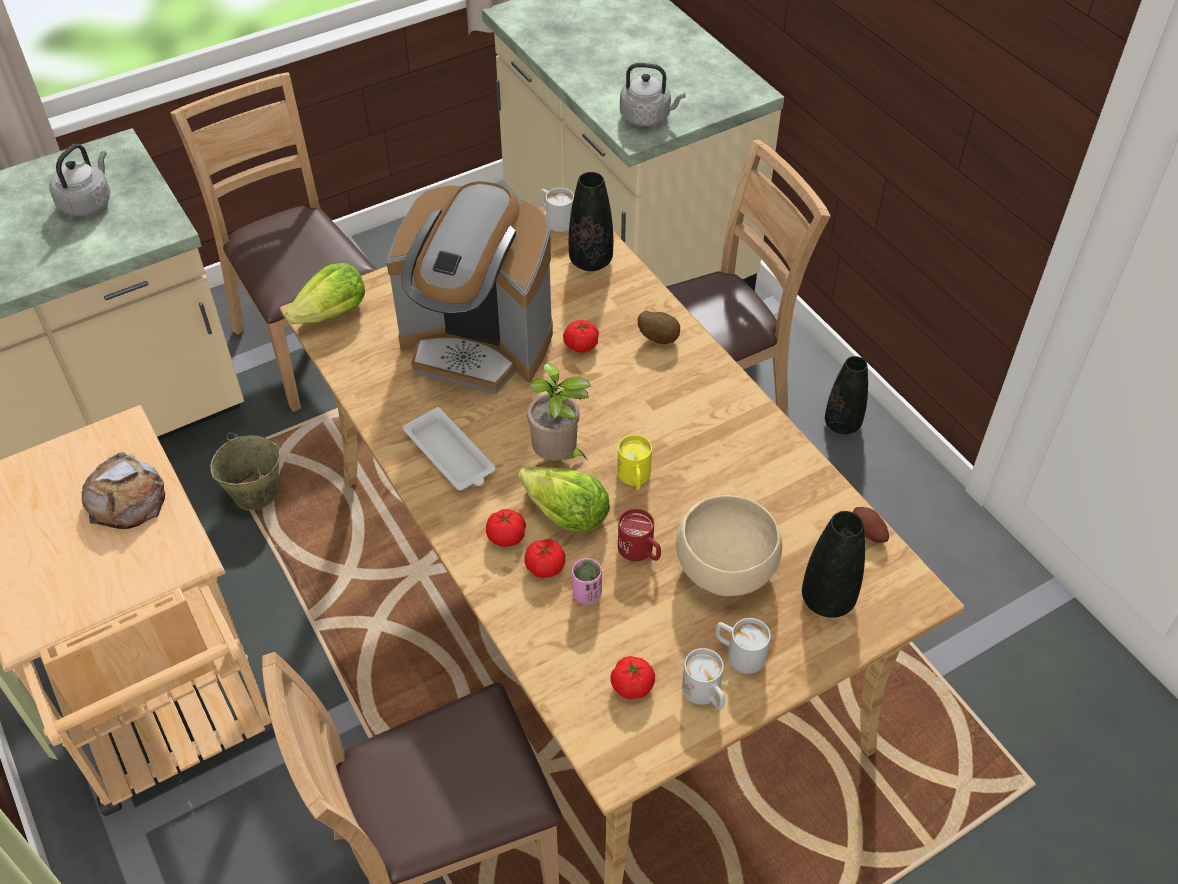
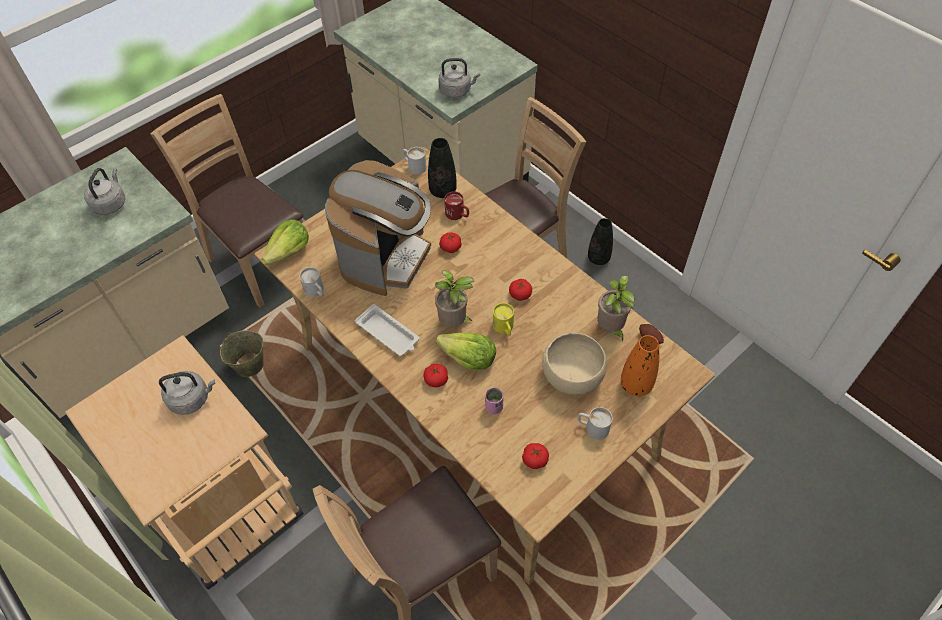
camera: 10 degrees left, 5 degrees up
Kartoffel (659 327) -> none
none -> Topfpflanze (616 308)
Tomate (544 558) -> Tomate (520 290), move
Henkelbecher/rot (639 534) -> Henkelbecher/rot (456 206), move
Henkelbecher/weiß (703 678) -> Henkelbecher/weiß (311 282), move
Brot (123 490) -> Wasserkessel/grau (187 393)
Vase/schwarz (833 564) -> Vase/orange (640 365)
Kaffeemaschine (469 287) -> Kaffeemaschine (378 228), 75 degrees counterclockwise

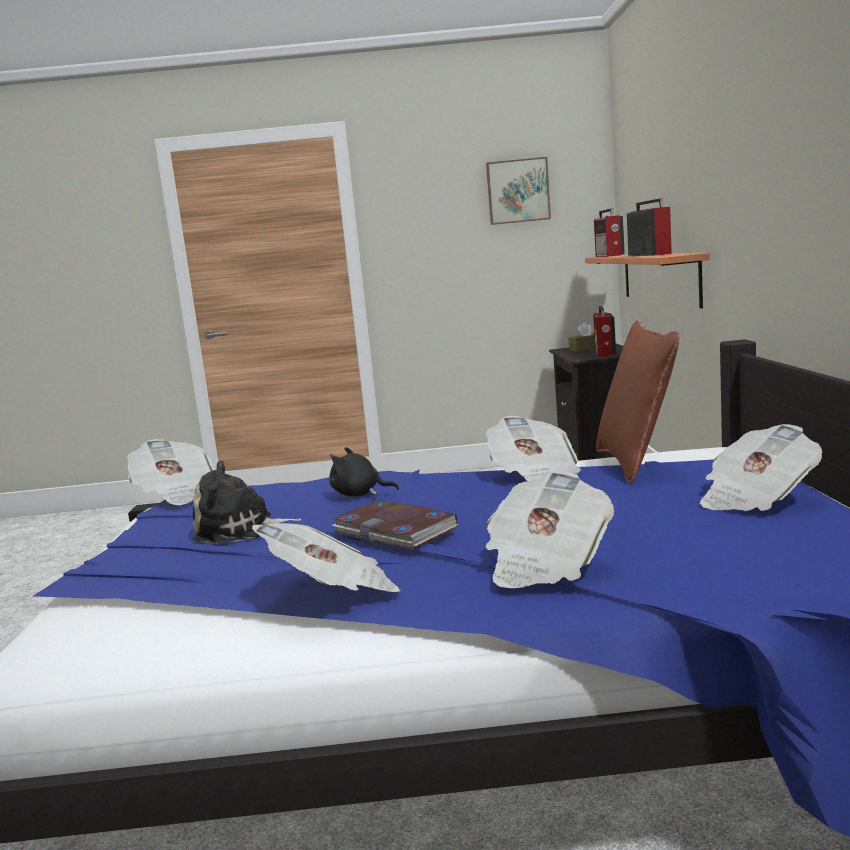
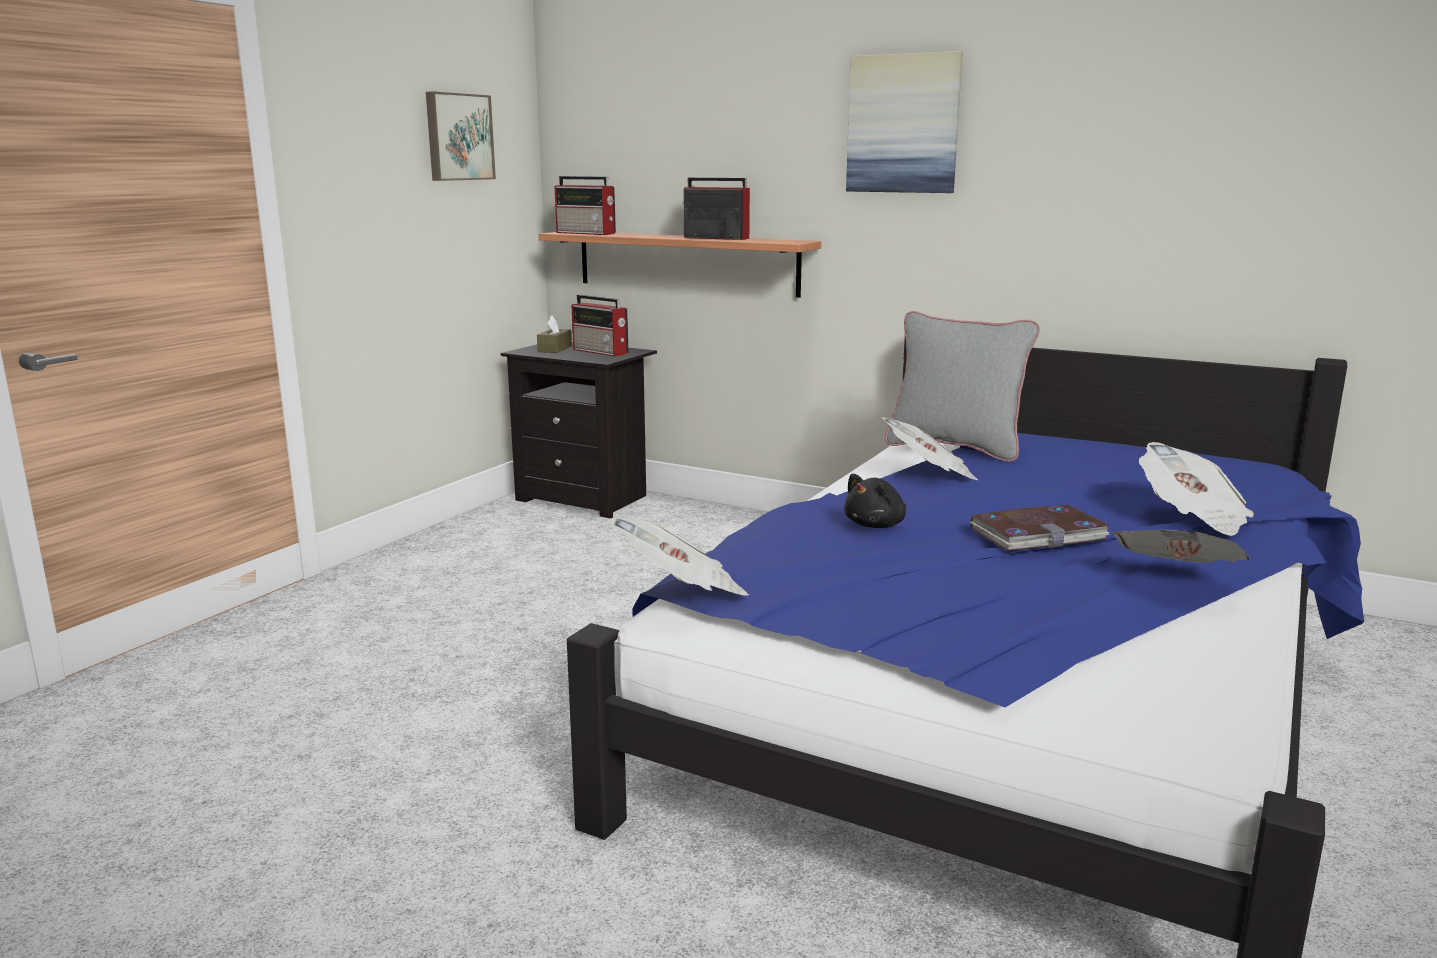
camera: 60 degrees left, 5 degrees up
Plüschtier (246 502) -> none
Zeitung (761 467) -> none
none -> Bild (904 122)
Kissen/braun (638 401) -> Kissen/grau (962 386)

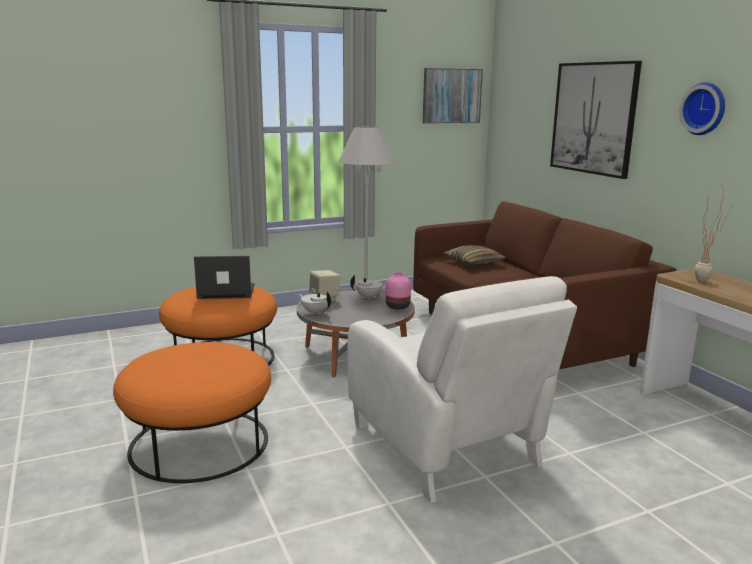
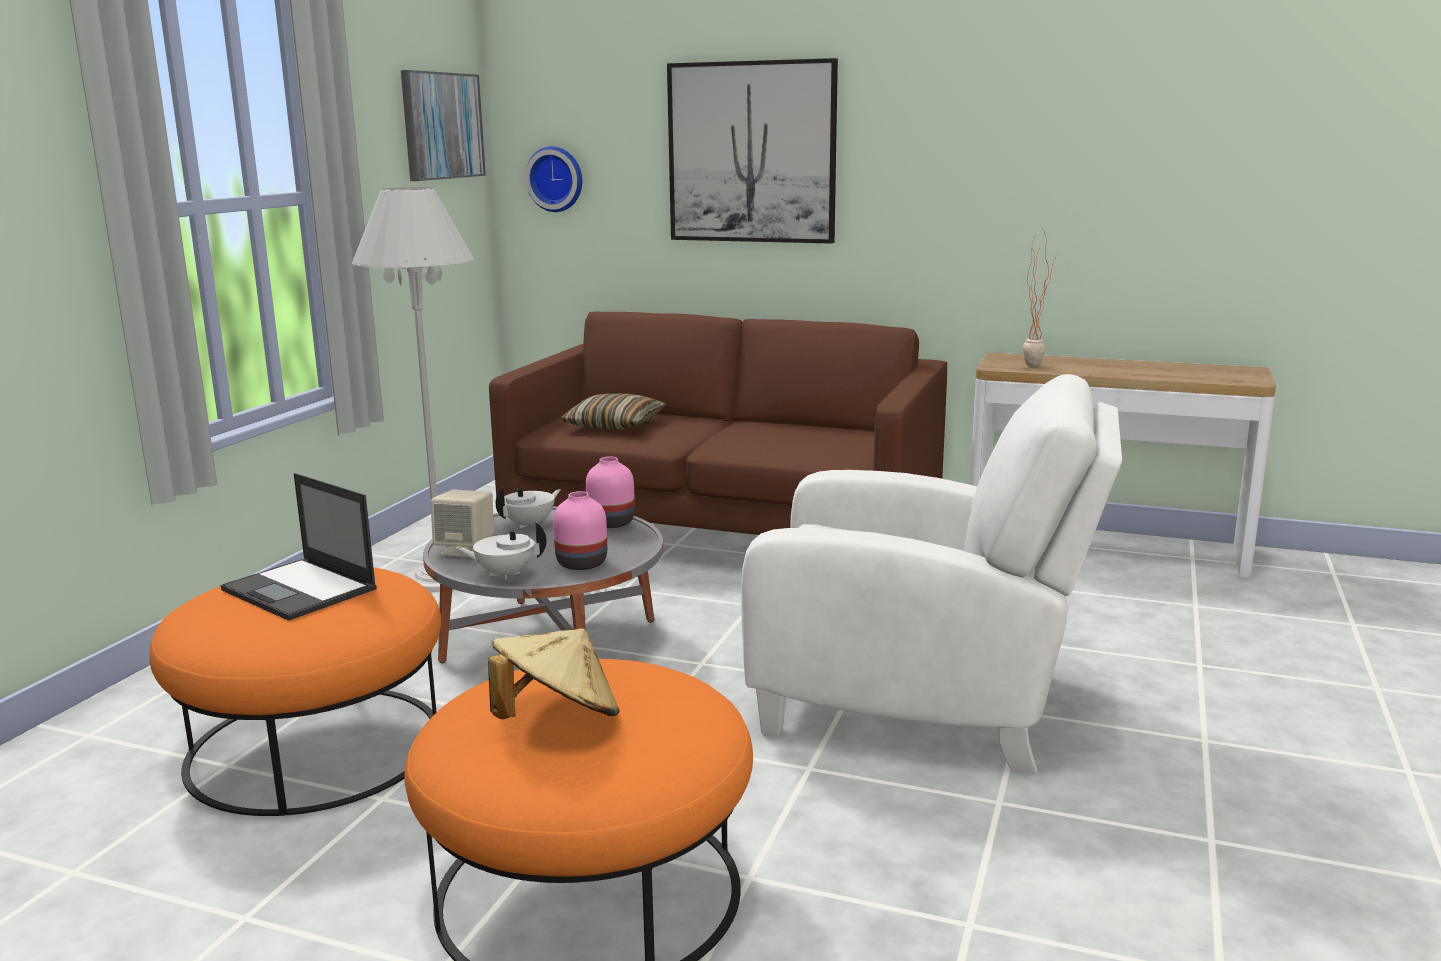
camera: 45 degrees left, 0 degrees up
none -> Hut/beige (554 674)
none -> Vase/rosa (580 530)
Wanduhr (702 108) -> Wanduhr (553 179), move
Laptop (224 277) -> Laptop (299 547), 90 degrees counterclockwise

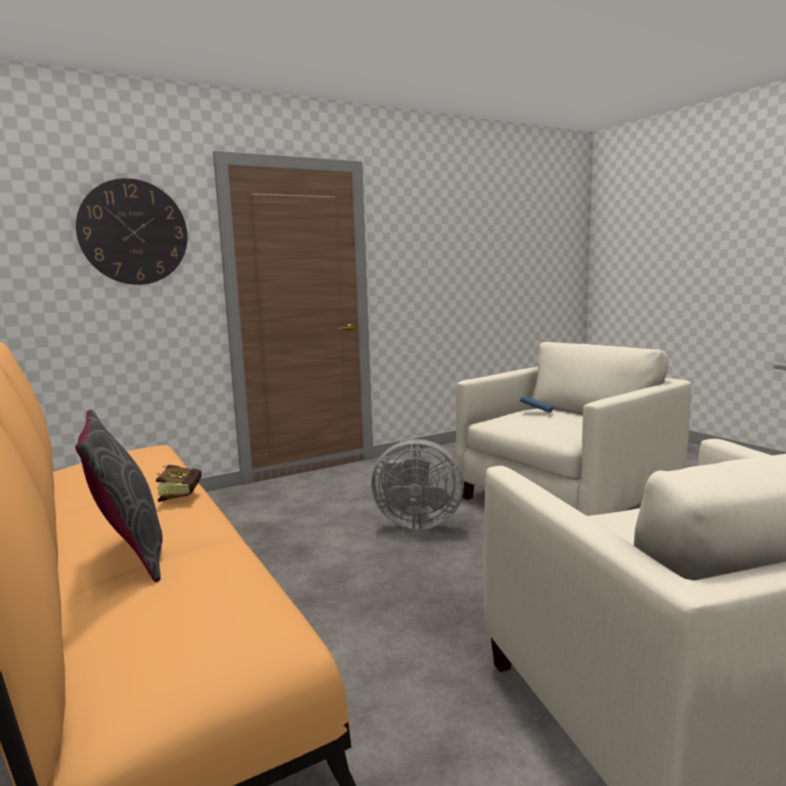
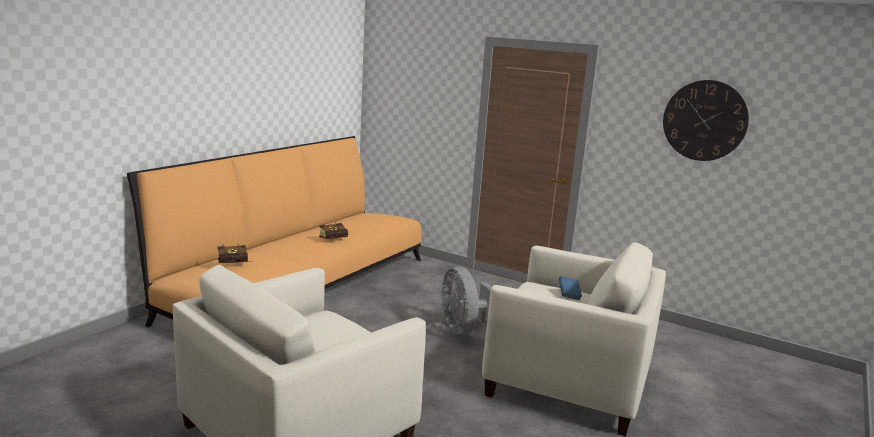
camera: 60 degrees right, 5 degrees up
Kissen/grau (119 496) -> none
none -> Buch (234 253)
Wanduhr (131 231) -> Wanduhr (706 120), move

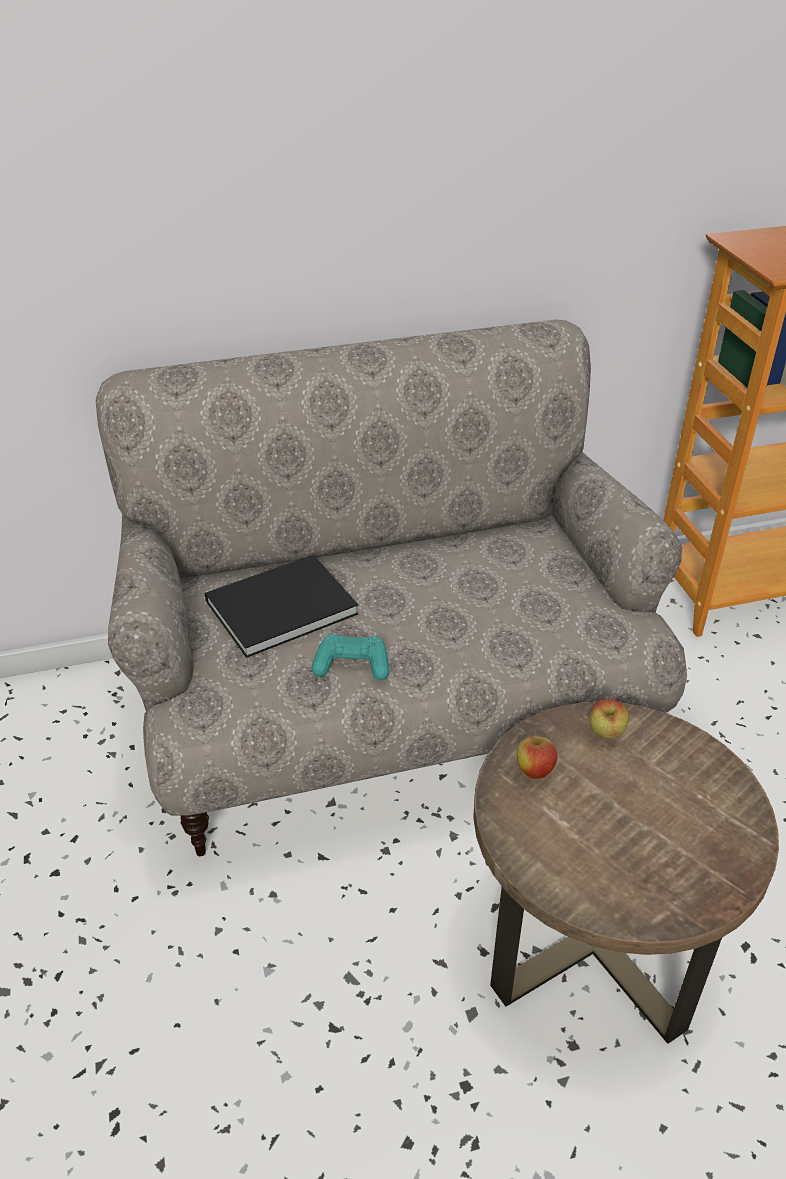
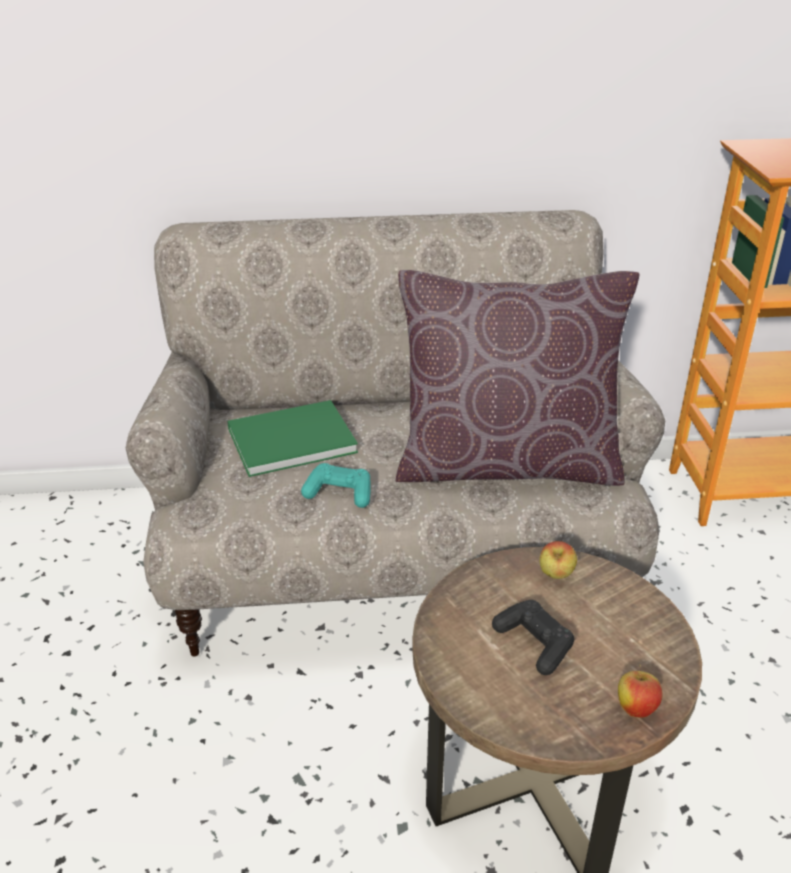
camera: 10 degrees right, 5 degrees down
none -> Kissen/braun (517 378)
none -> Gamepad/schwarz (533 637)
Apfel (537 754) -> Apfel (640 691), move
Buch/schwarz (281 606) -> Buch/grün (292 438)

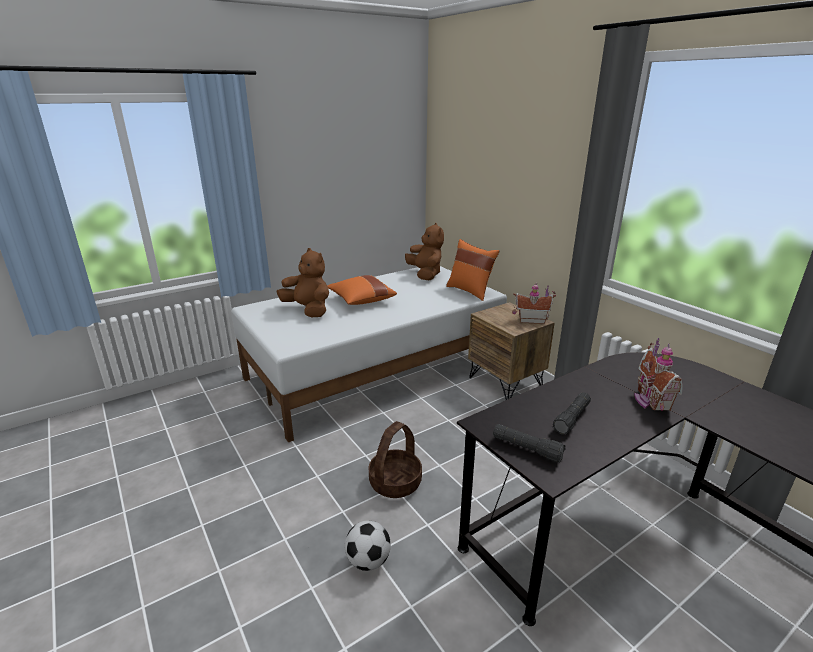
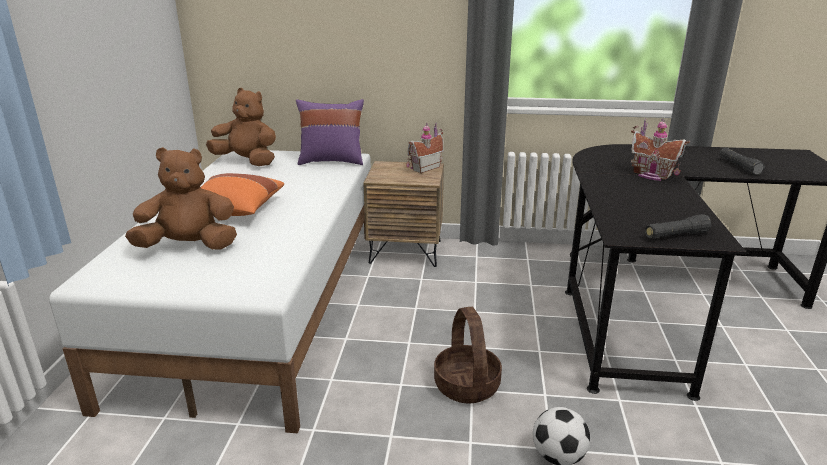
camera: 50 degrees left, 0 degrees up
Taschenlampe/schwarz (572 413) -> Taschenlampe/schwarz (742 161), move
Kissen/orange (472 270) -> Kissen/lila (330 132)

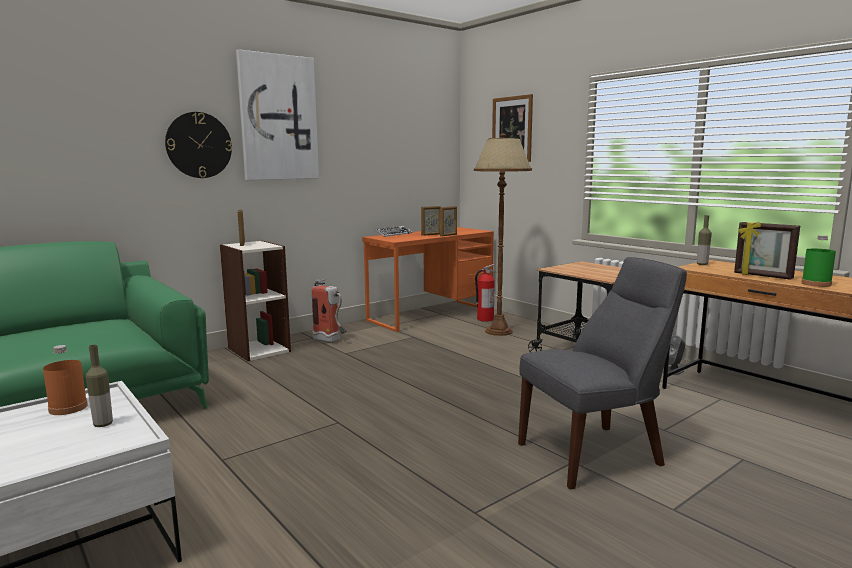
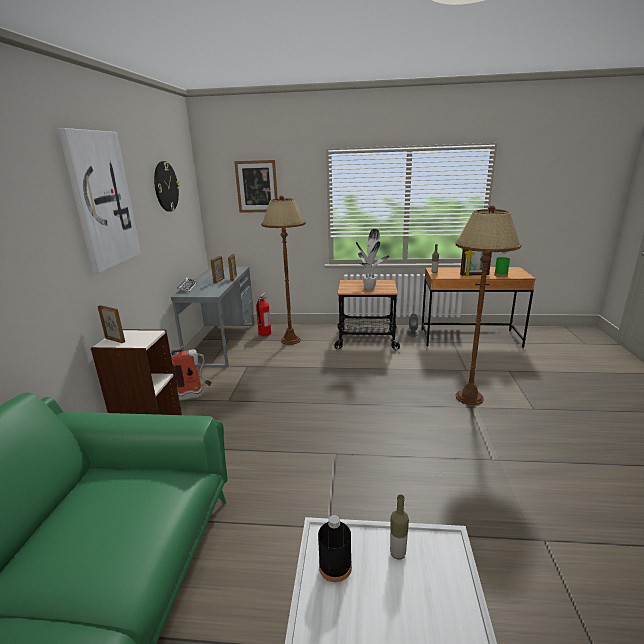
camera: 45 degrees left, 10 degrees up
none -> Topfpflanze (373 259)
Wanduhr (198 145) -> Wanduhr (167 186), move
Stuhl/grau (602 373) -> Stehlampe/braun (488 305)
Flasche/orange (65 380) -> Flasche/schwarz (335 548)
Schreibtisch/orange (428 279) -> Schreibtisch/grau (213 317)

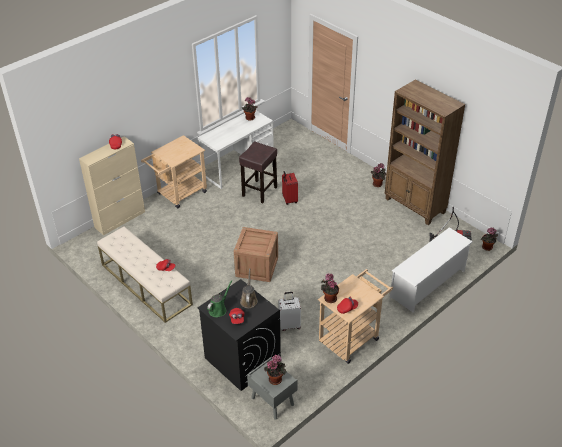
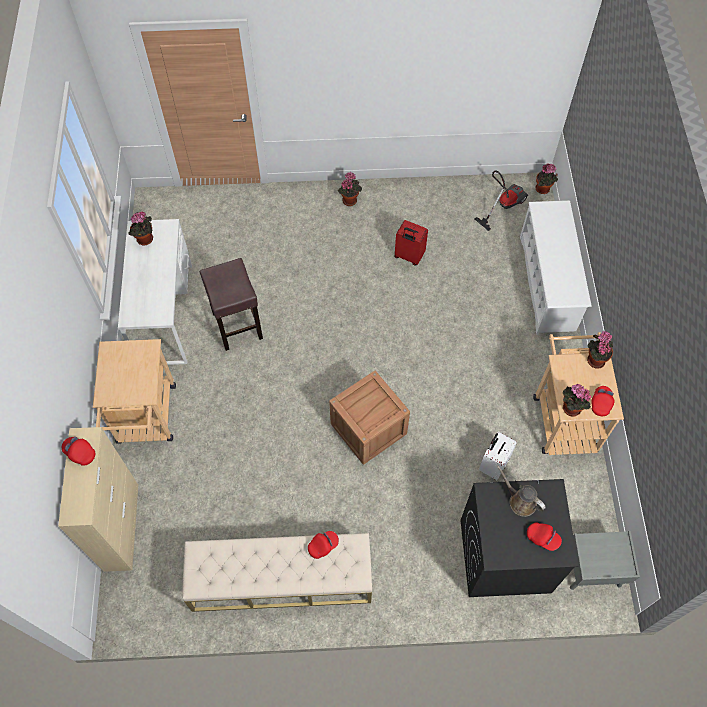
camera: 50 degrees left, 20 degrees up
Gießkanne/grün (219 298) -> none
Bücherregal/braun (424 152) -> none
Topfpflanze (275 370) -> Topfpflanze (600 350), move
Koffer/rot (290 188) -> Koffer/rot (411 243), move

